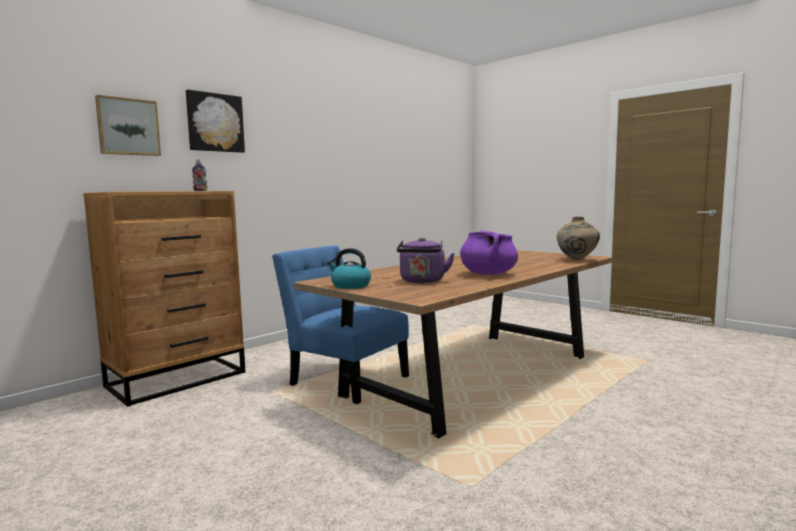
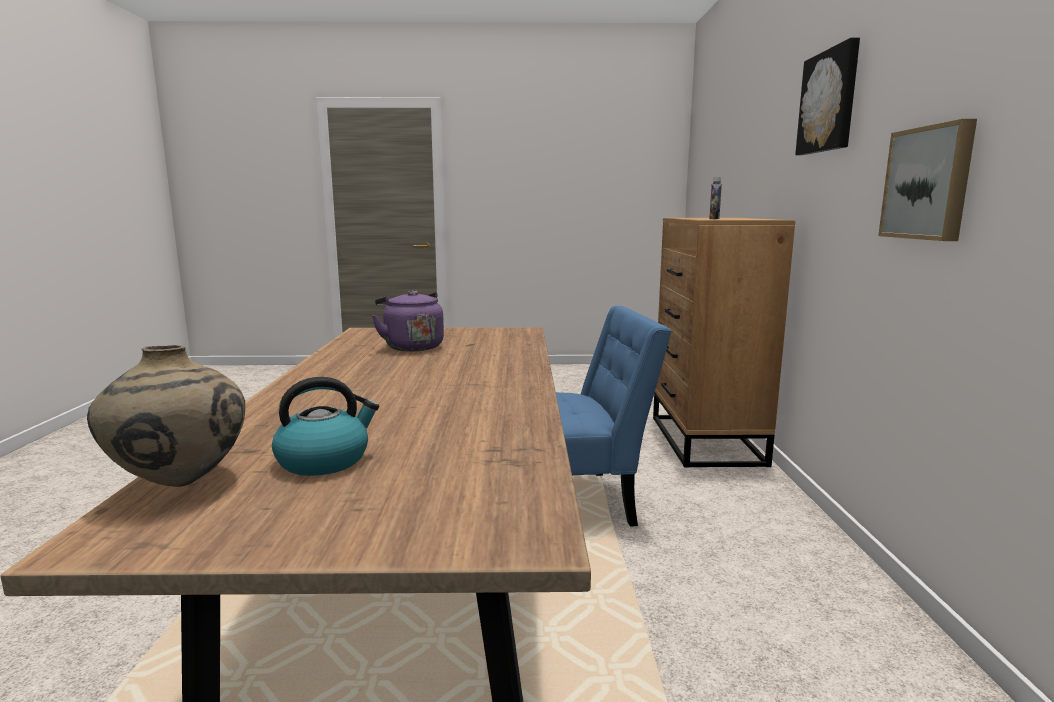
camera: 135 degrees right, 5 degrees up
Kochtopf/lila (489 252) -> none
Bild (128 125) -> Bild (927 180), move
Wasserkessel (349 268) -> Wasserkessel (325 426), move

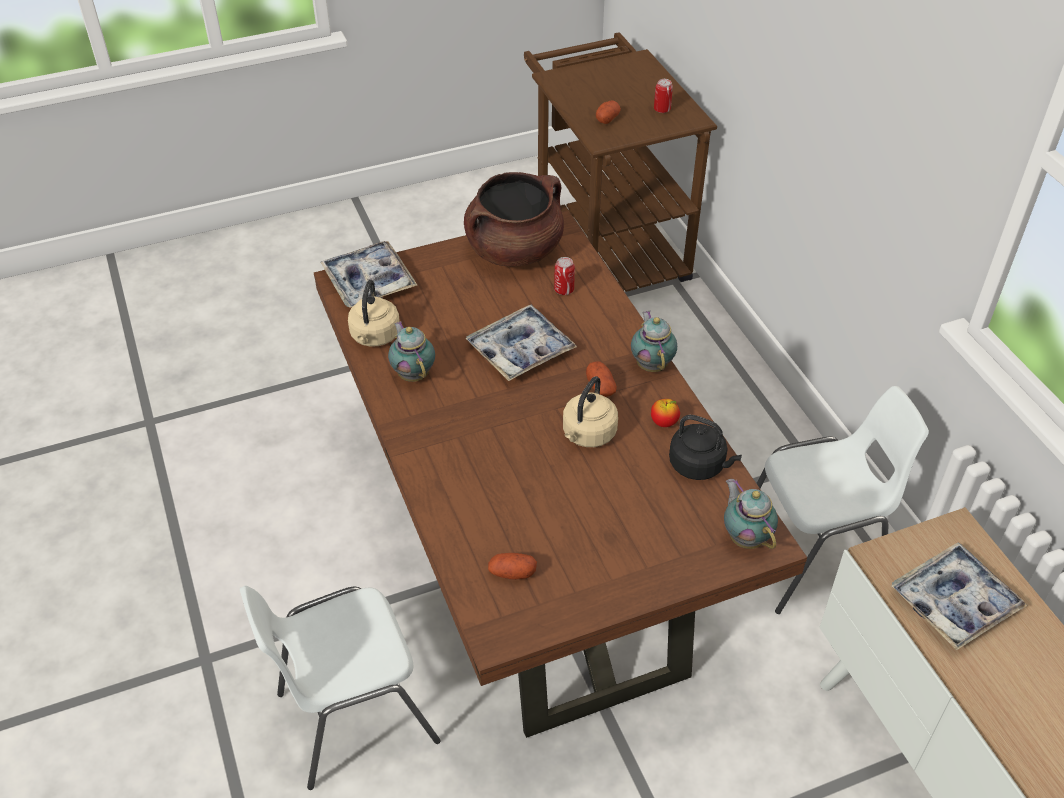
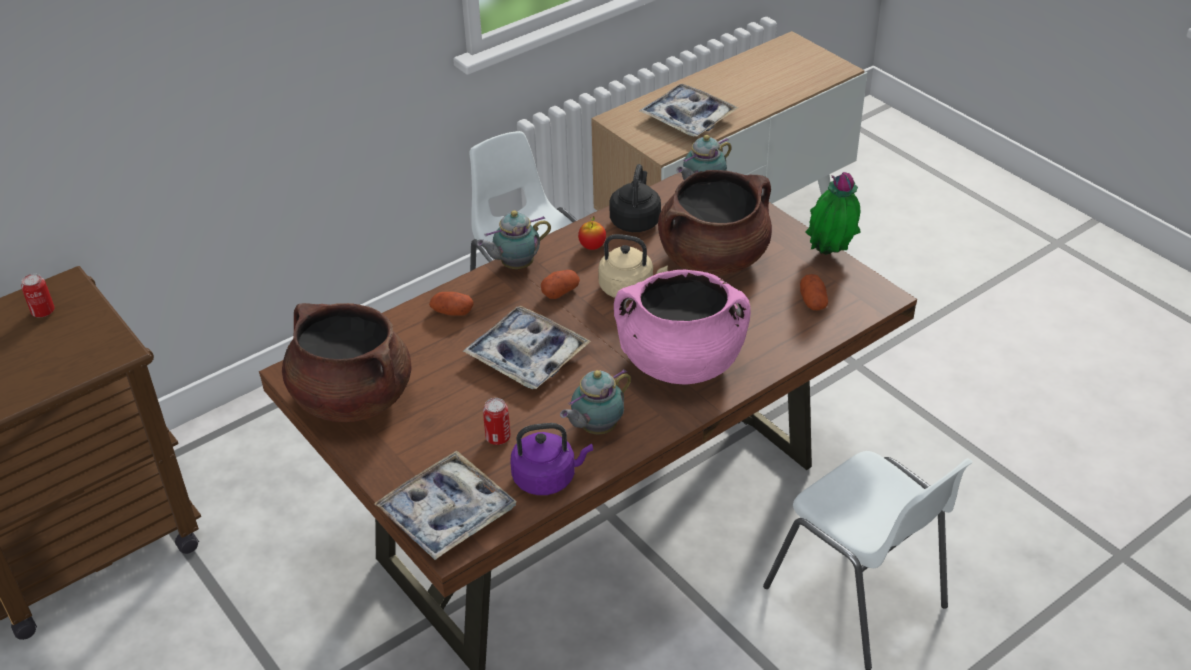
camera: 105 degrees left, 5 degrees down
none -> Kochtopf/rosa (682 327)
none -> Kochtopf/braun (715 223)
none -> Topfpflanze (833 213)
Dose (564 276) -> Dose (497 421), move
Kartoffel (608 112) -> Kartoffel (451 304), move
Wasserkessel/beige (374 313) -> Wasserkessel/lila (551 459)

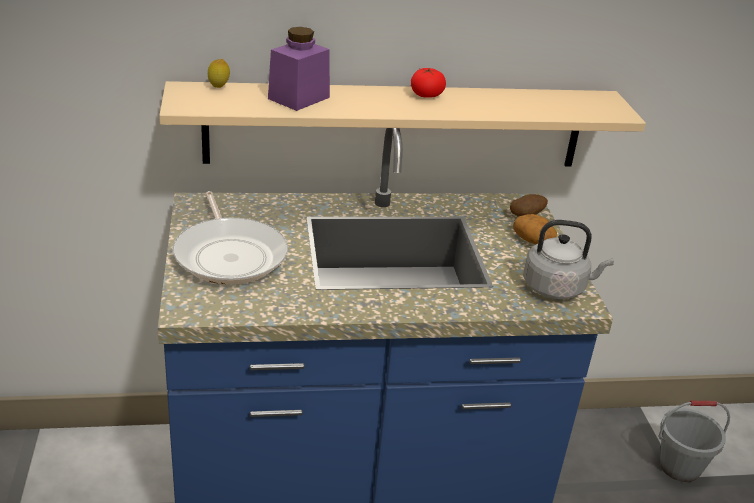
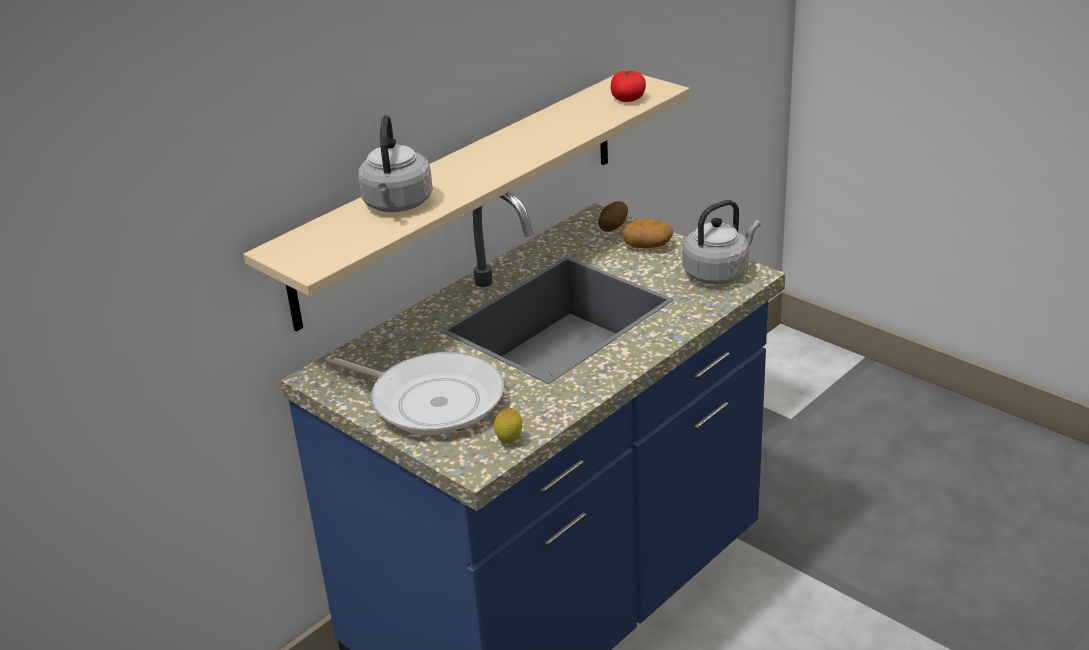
camera: 35 degrees left, 0 degrees up
Eimer/grau (694 441) -> none
Zitrone (219 73) -> Zitrone (508 426), move
Tomate (428 83) -> Tomate (628 86), move
Vorratsglas/lila (299 69) -> Wasserkessel/grau (395 163)

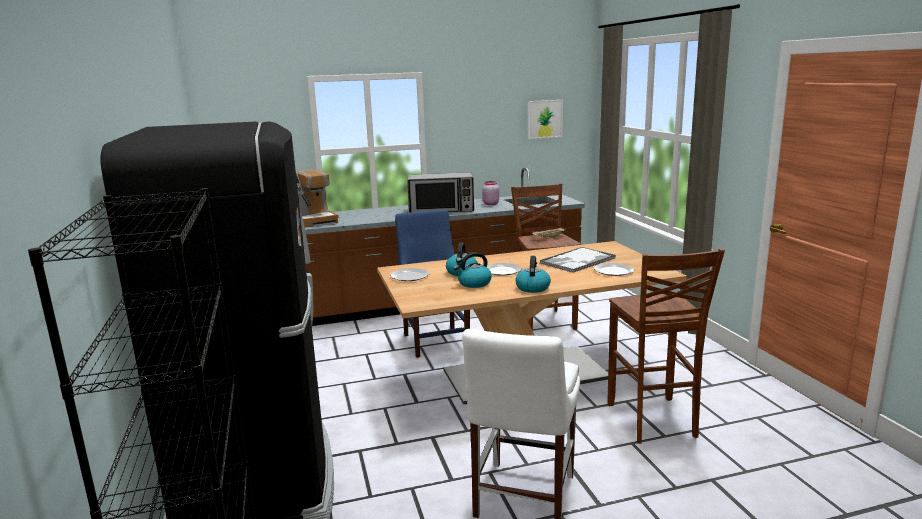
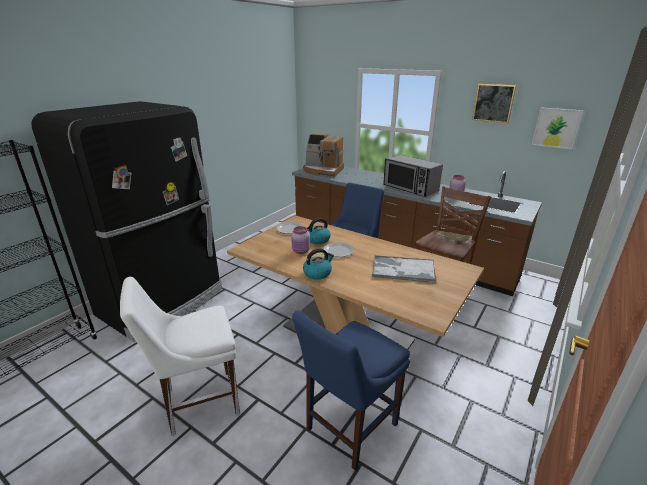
camera: 50 degrees right, 10 degrees up
Teller (614 269) -> none
none -> Bild (494 103)
Wasserkessel (473 270) -> Vorratsglas/rosa (300 240)
Hocker/braun (666 346) -> Stuhl/blau (351 390)

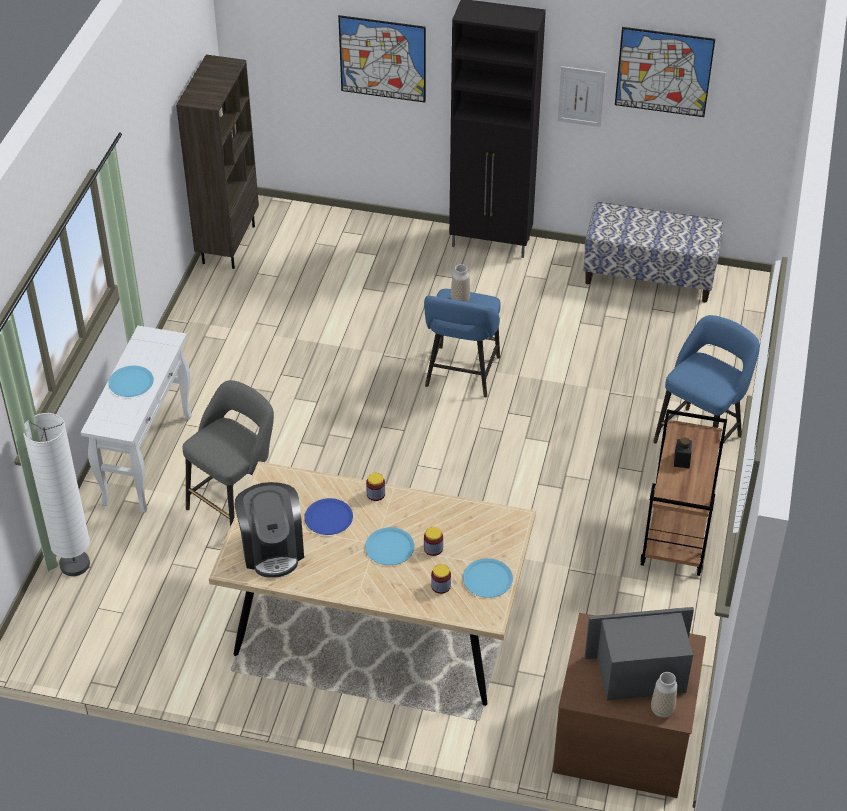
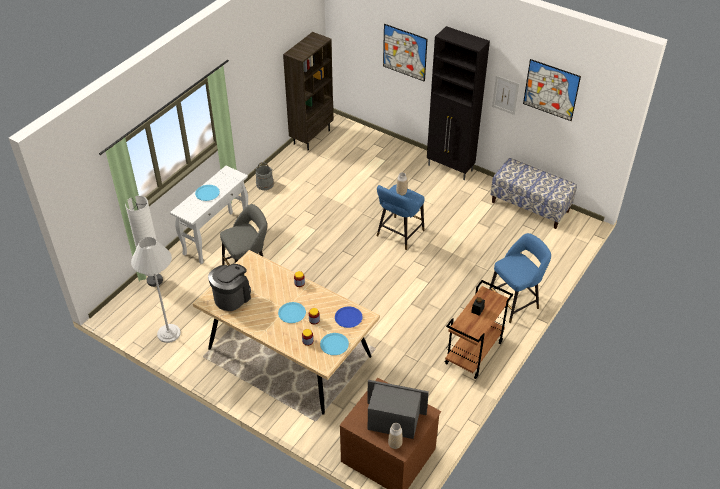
camera: 20 degrees right, 0 degrees up
none -> Stehlampe/weiß (156 290)
none -> Eimer/grau (264 176)
Teller/blau (328 516) -> Teller/blau (349 317), move
Kaffeemaschine (269 530) -> Kaffeemaschine (229 287), 150 degrees counterclockwise

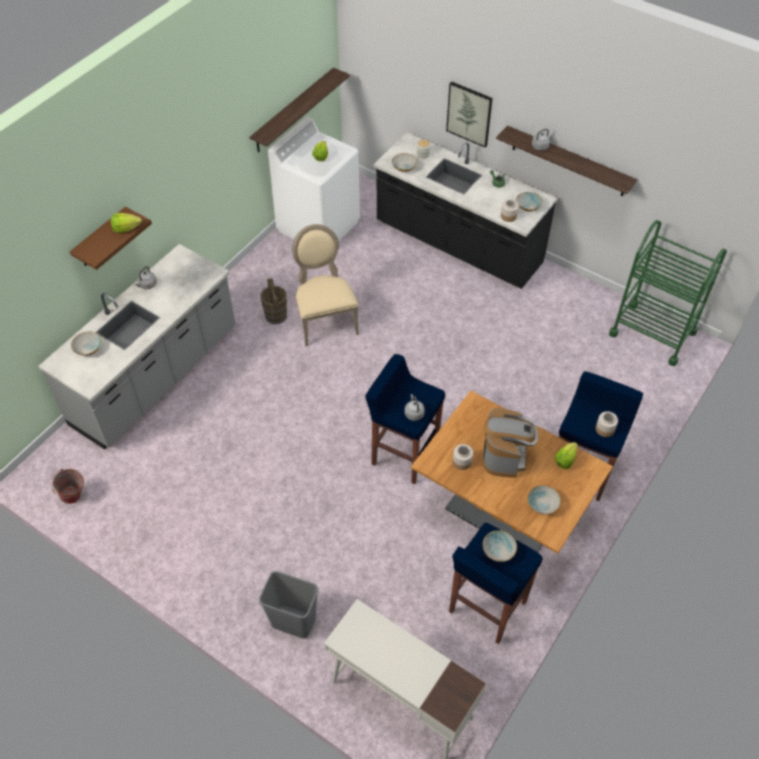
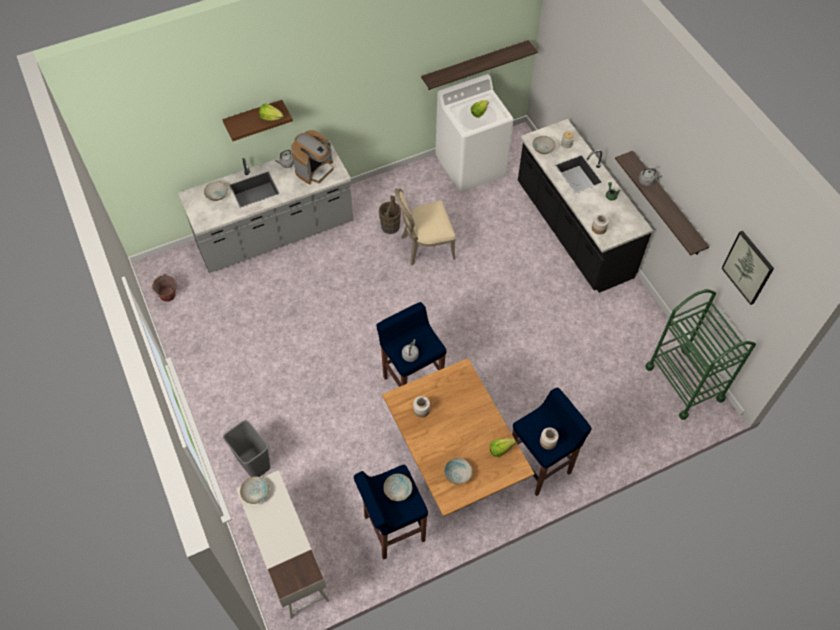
camera: 30 degrees right, 5 degrees up
Bild (469 114) -> Bild (747 268), move
Kaffeemaschine (510 443) -> Kaffeemaschine (312 157), move
Schüssel (529 201) -> Schüssel (254 490), move
Stuhl/beige (325 285) -> Stuhl/beige (425 226), 120 degrees counterclockwise

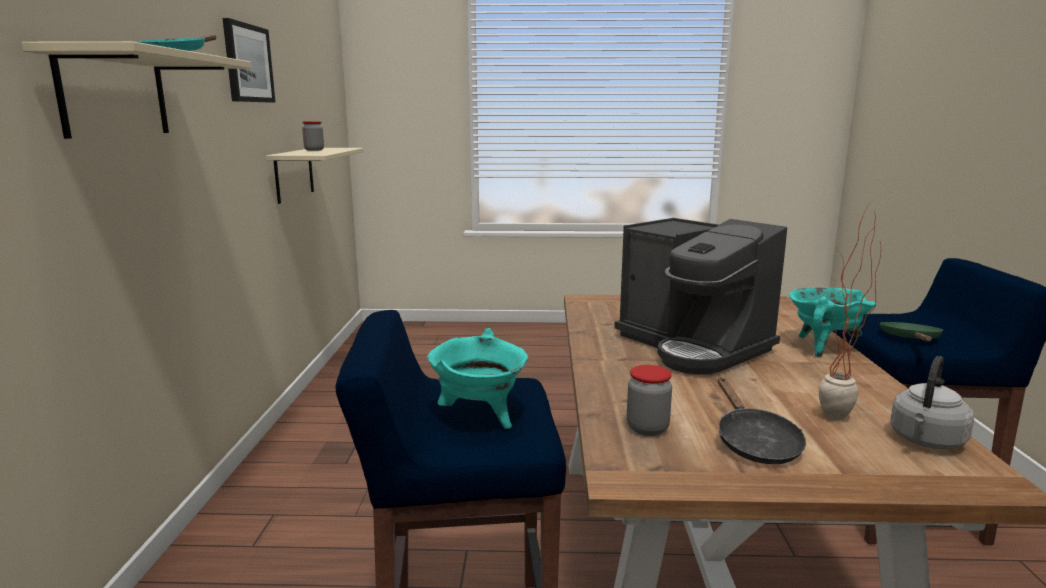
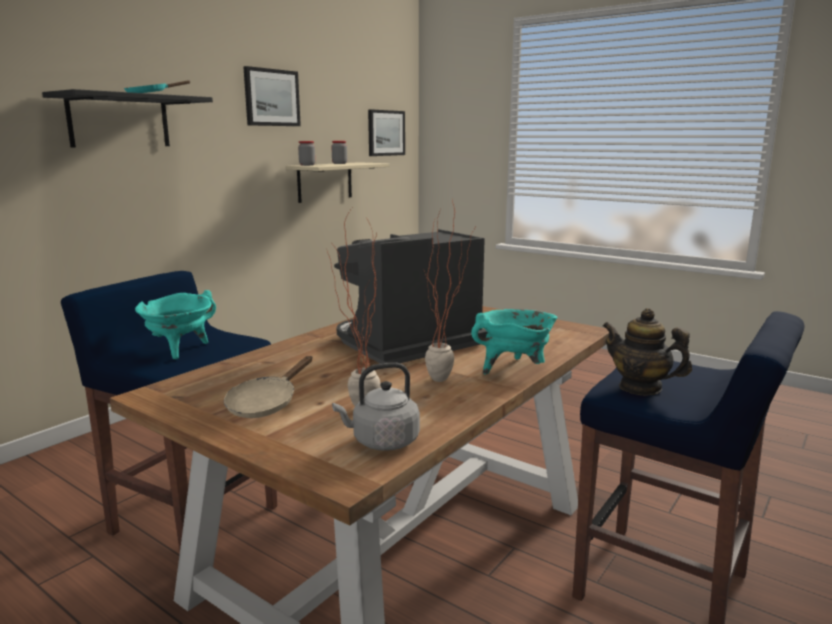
camera: 35 degrees right, 0 degrees up
none -> Bild (386 132)
none -> Topfpflanze (450 291)
Vorratsglas (649 400) -> Vorratsglas (306 153), move
Pfanne/grün (911 332) -> Teekanne (647 351)
Wandregal/beige (136 90) -> Wandregal/schwarz (127 118)
Pfanne/schwarz (762 420) -> Pfanne/beige (268 387)
Kaffeemaschine (700 296) -> Kaffeemaschine (411 296), 60 degrees clockwise

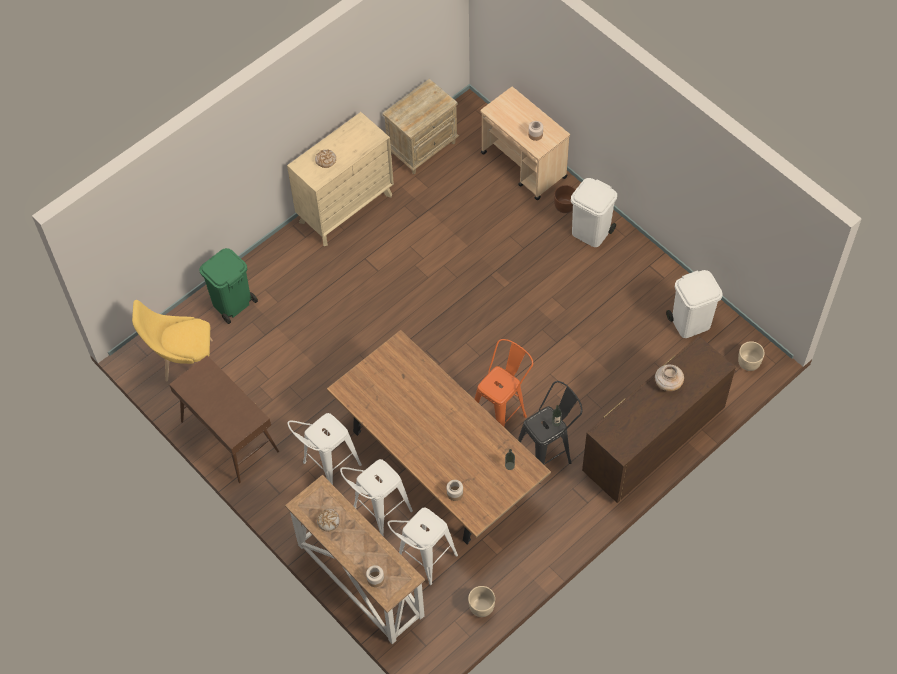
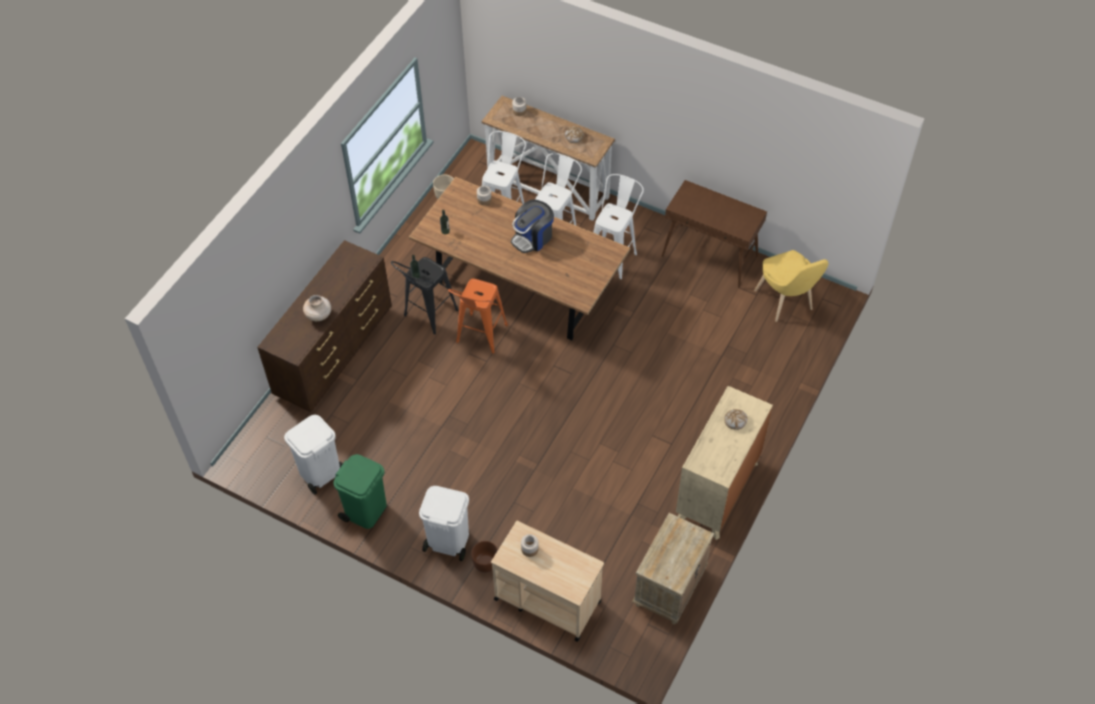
camera: 160 degrees right, 5 degrees down
Pflanzkübel/beige (751 356) -> none
none -> Kaffeemaschine (532 226)
Mülleimer/grün (228 286) -> Mülleimer/grün (360 491), move
Stuhl/gelb (172 340) -> Stuhl/gelb (791 286), 90 degrees clockwise

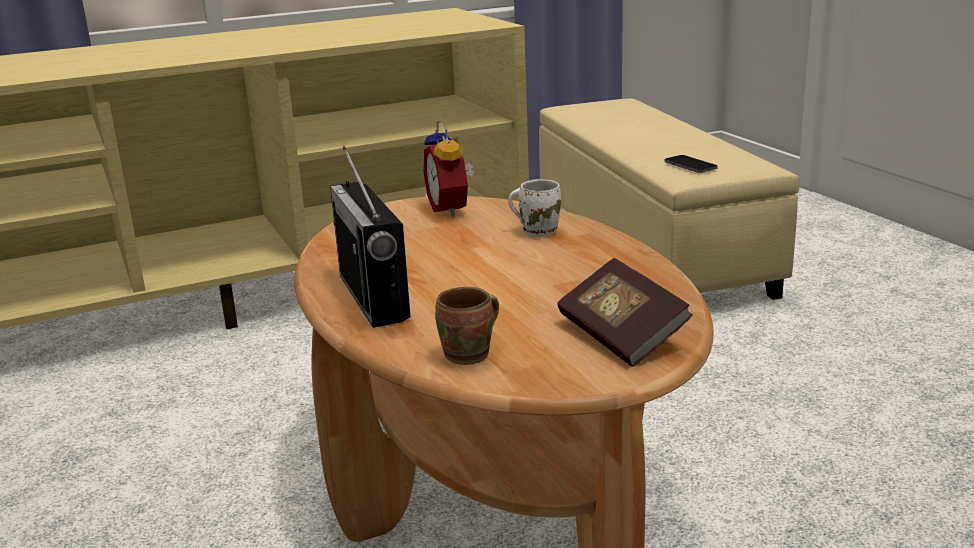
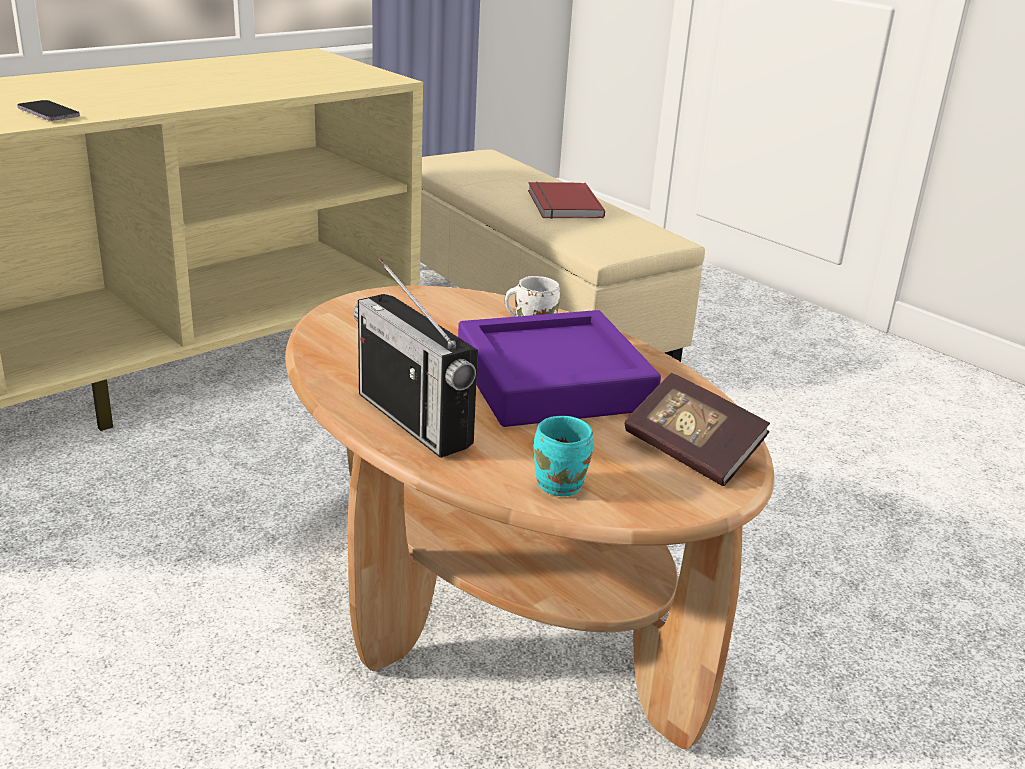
camera: 20 degrees left, 5 degrees up
Wecker (449 168) -> none
none -> Tablett/lila (559 368)
none -> Buch/rot (566 200)
Handy (691 164) -> Handy (48 110), move
Henkelbecher/braun (467 326) -> Henkelbecher/türkis (563 456)

